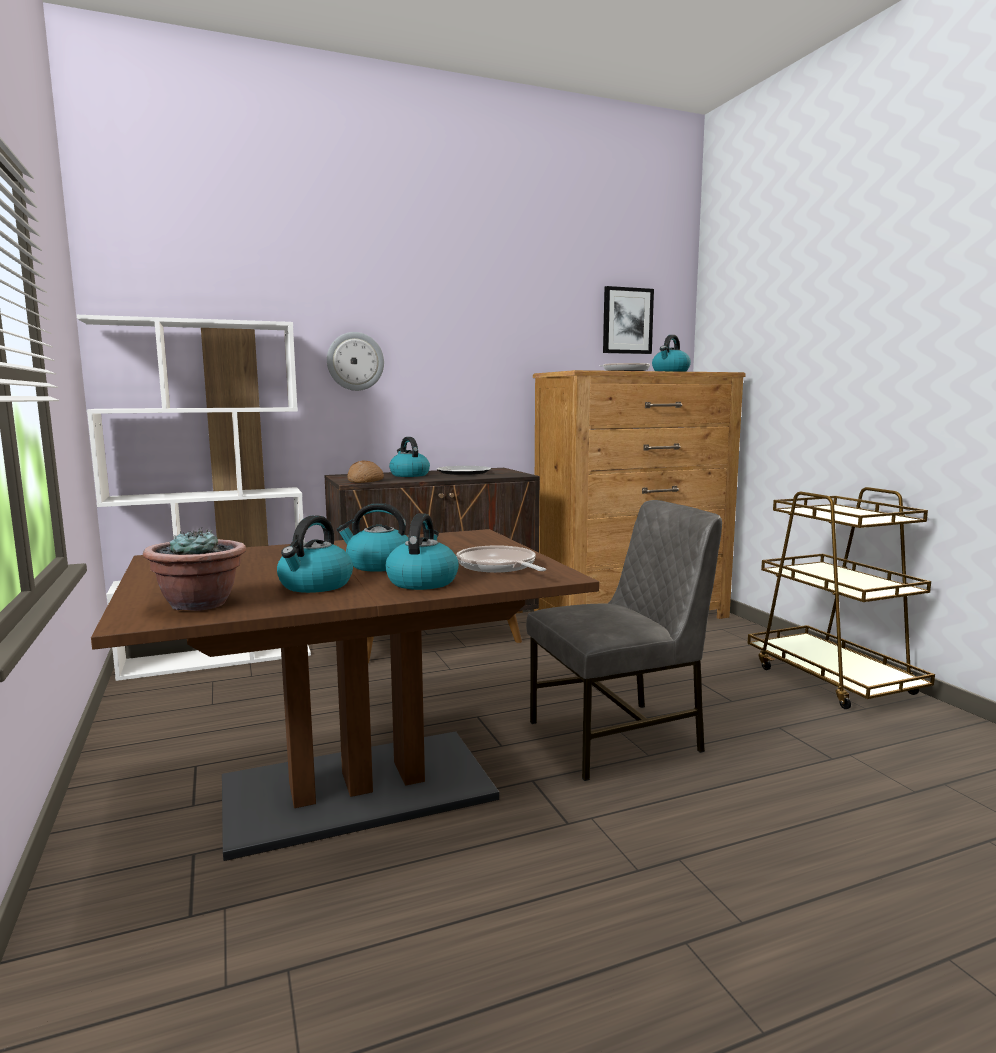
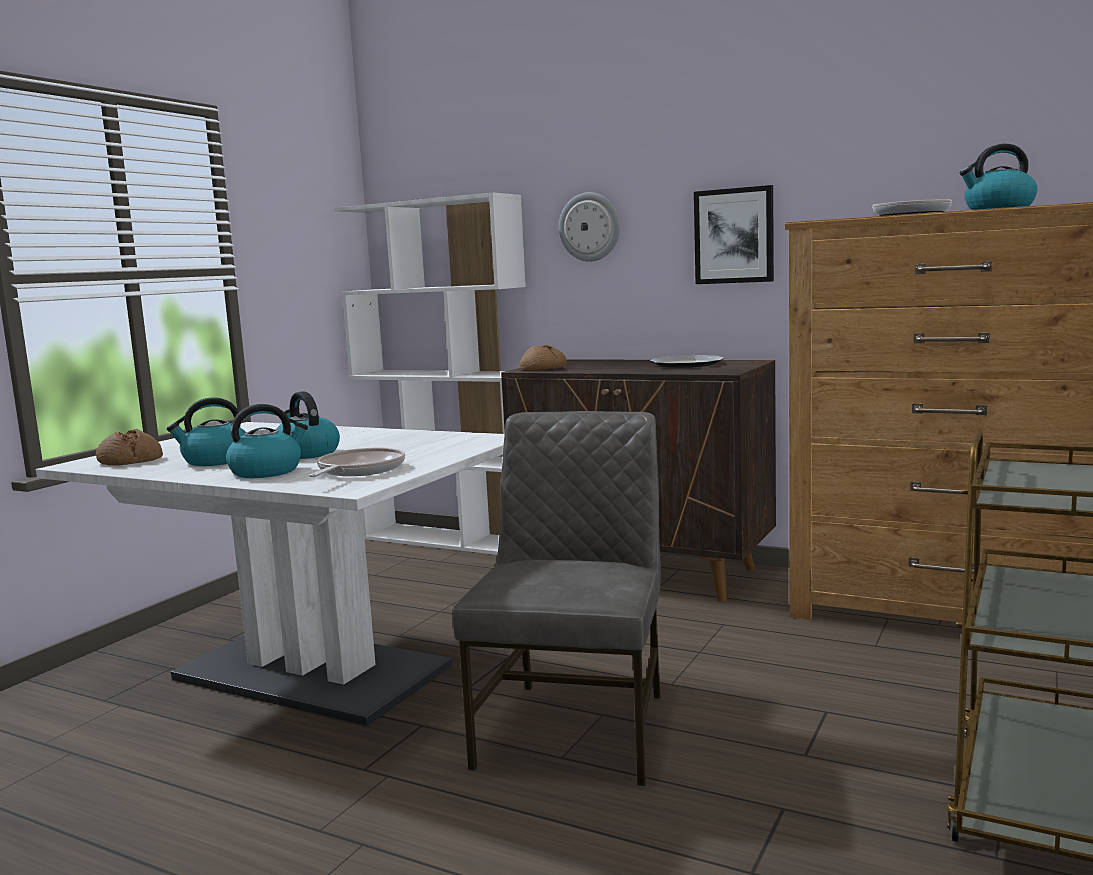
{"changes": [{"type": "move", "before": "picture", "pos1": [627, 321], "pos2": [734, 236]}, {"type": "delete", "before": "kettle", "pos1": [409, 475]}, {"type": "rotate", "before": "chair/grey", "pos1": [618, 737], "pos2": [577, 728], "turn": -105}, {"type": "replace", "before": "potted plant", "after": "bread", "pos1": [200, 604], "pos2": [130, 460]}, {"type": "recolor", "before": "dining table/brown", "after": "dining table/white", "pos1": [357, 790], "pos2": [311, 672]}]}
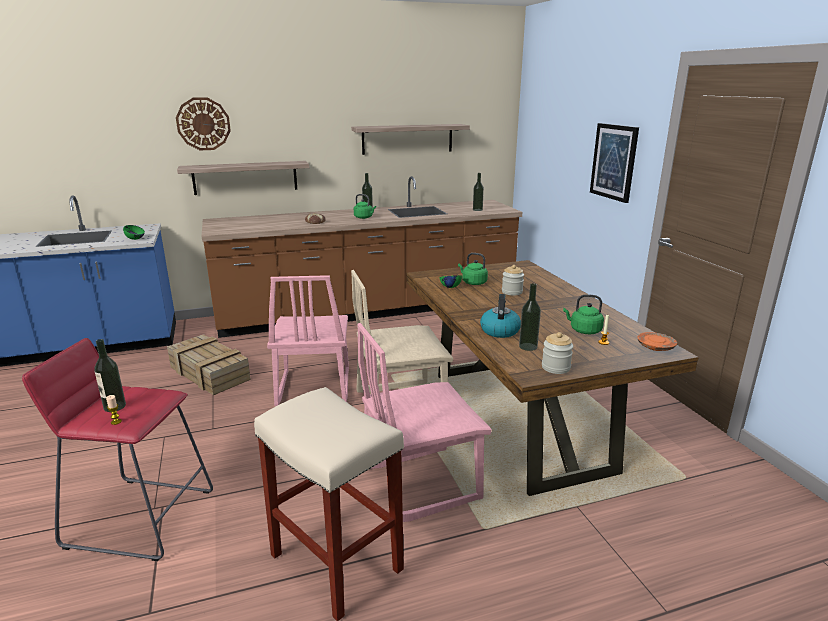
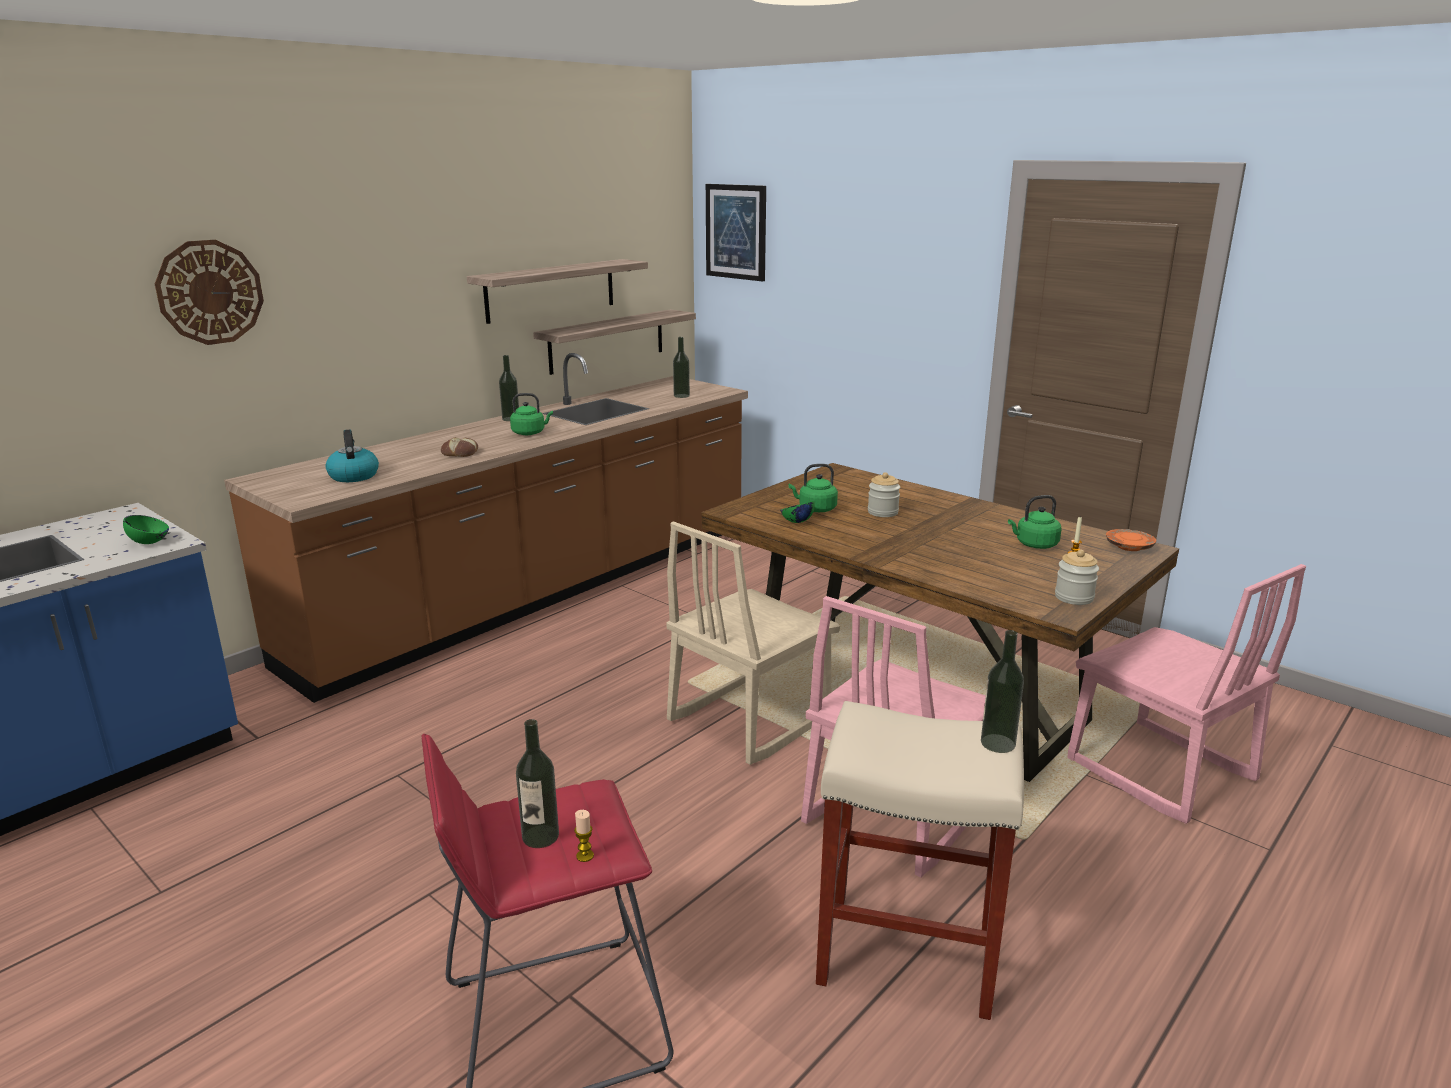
{"changes": [{"type": "move", "before": "picture", "pos1": [614, 162], "pos2": [736, 232]}, {"type": "move", "before": "shelf", "pos1": [245, 177], "pos2": [607, 341]}, {"type": "move", "before": "chair/pink", "pos1": [313, 388], "pos2": [1159, 771]}, {"type": "move", "before": "bottle", "pos1": [528, 346], "pos2": [997, 743]}, {"type": "move", "before": "kettle", "pos1": [499, 330], "pos2": [353, 476]}, {"type": "delete", "before": "crate", "pos1": [208, 373]}]}
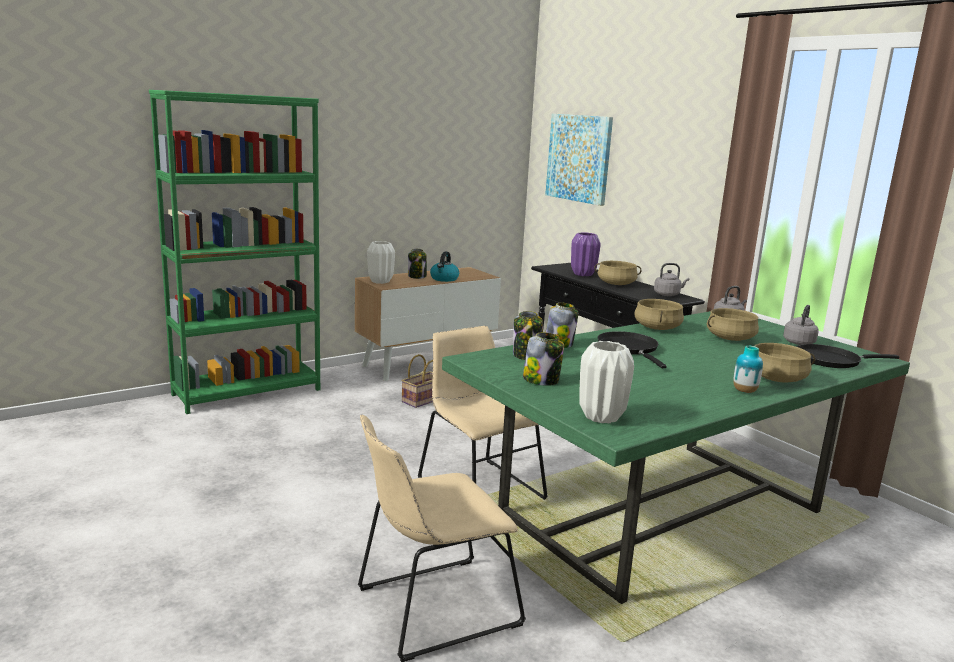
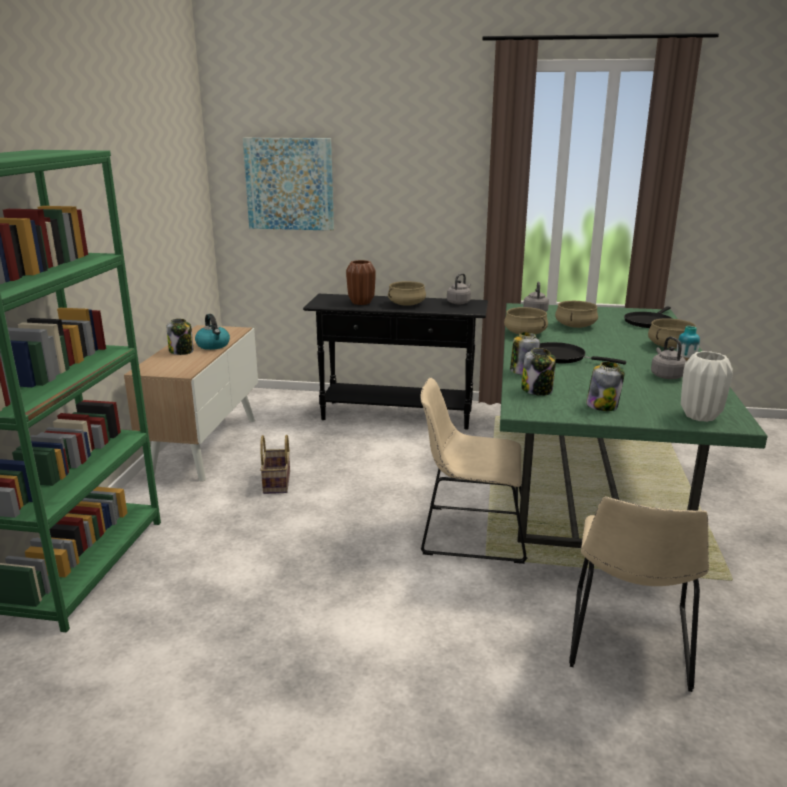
{"changes": [{"type": "recolor", "before": "vase/purple", "after": "vase/brown", "pos1": [582, 274], "pos2": [361, 303]}, {"type": "delete", "before": "vase/white", "pos1": [381, 281]}, {"type": "move", "before": "kettle/grey", "pos1": [799, 342], "pos2": [665, 375]}]}
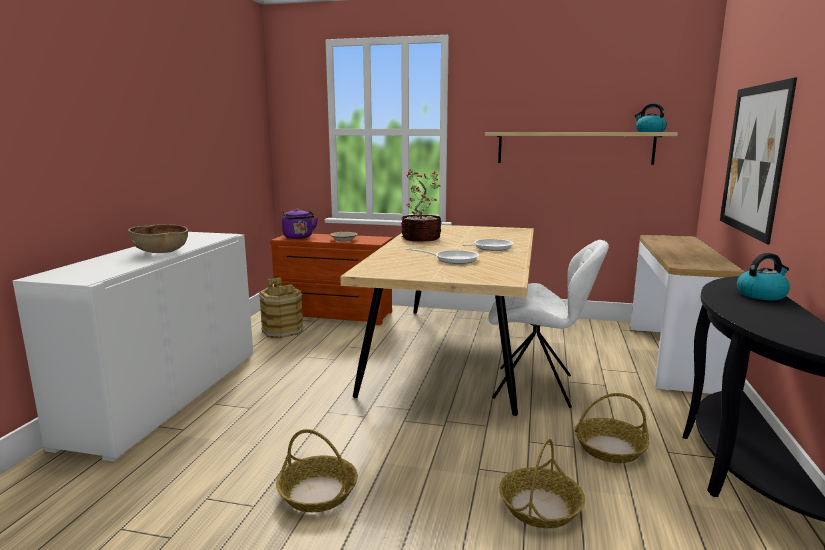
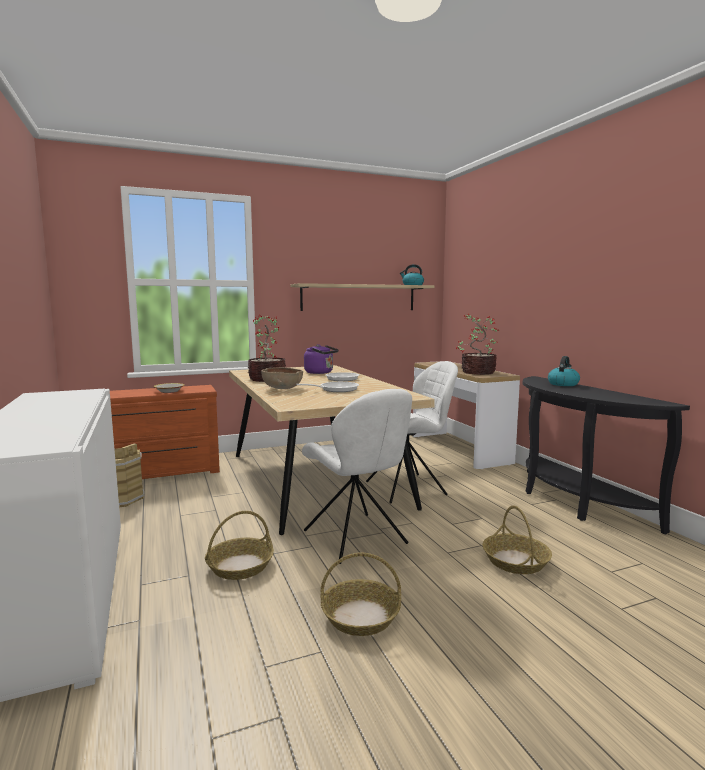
{"changes": [{"type": "delete", "before": "picture", "pos1": [753, 160]}, {"type": "move", "before": "kettle/purple", "pos1": [299, 237], "pos2": [320, 372]}, {"type": "move", "before": "bowl/brown", "pos1": [160, 252], "pos2": [282, 389]}, {"type": "move", "before": "basket", "pos1": [610, 448], "pos2": [240, 566]}, {"type": "insert", "after": "potted plant", "pos2": [477, 372]}, {"type": "insert", "after": "chair/white", "pos2": [356, 539]}]}
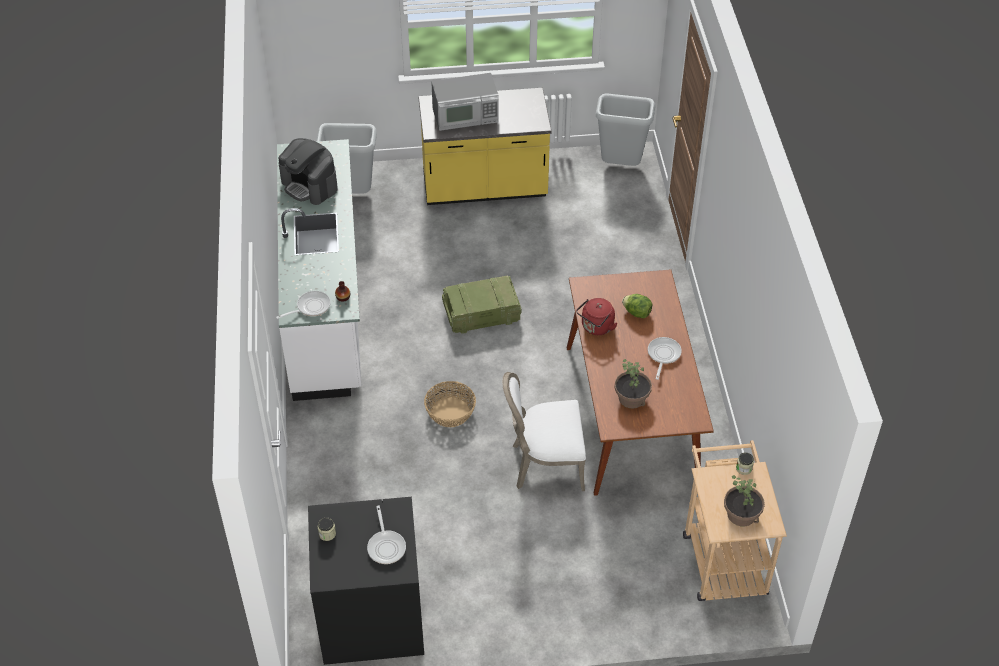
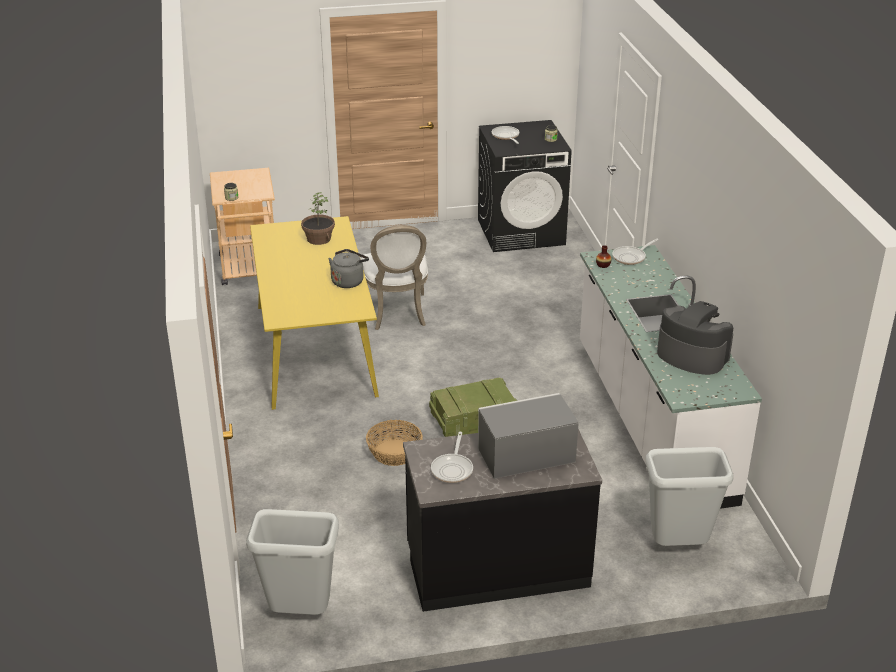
{"changes": [{"type": "recolor", "before": "counter/yellow", "after": "counter/black", "pos1": [484, 188], "pos2": [497, 567]}, {"type": "recolor", "before": "dining table/brown", "after": "dining table/yellow", "pos1": [631, 414], "pos2": [314, 349]}, {"type": "delete", "before": "lettuce", "pos1": [637, 313]}, {"type": "recolor", "before": "kettle/red", "after": "kettle/grey", "pos1": [596, 327], "pos2": [348, 281]}, {"type": "move", "before": "frying pan", "pos1": [663, 355], "pos2": [453, 469]}, {"type": "rotate", "before": "chair/white", "pos1": [544, 464], "pos2": [397, 313], "turn": 90}, {"type": "move", "before": "basket", "pos1": [450, 412], "pos2": [394, 452]}, {"type": "delete", "before": "potted plant", "pos1": [741, 514]}]}
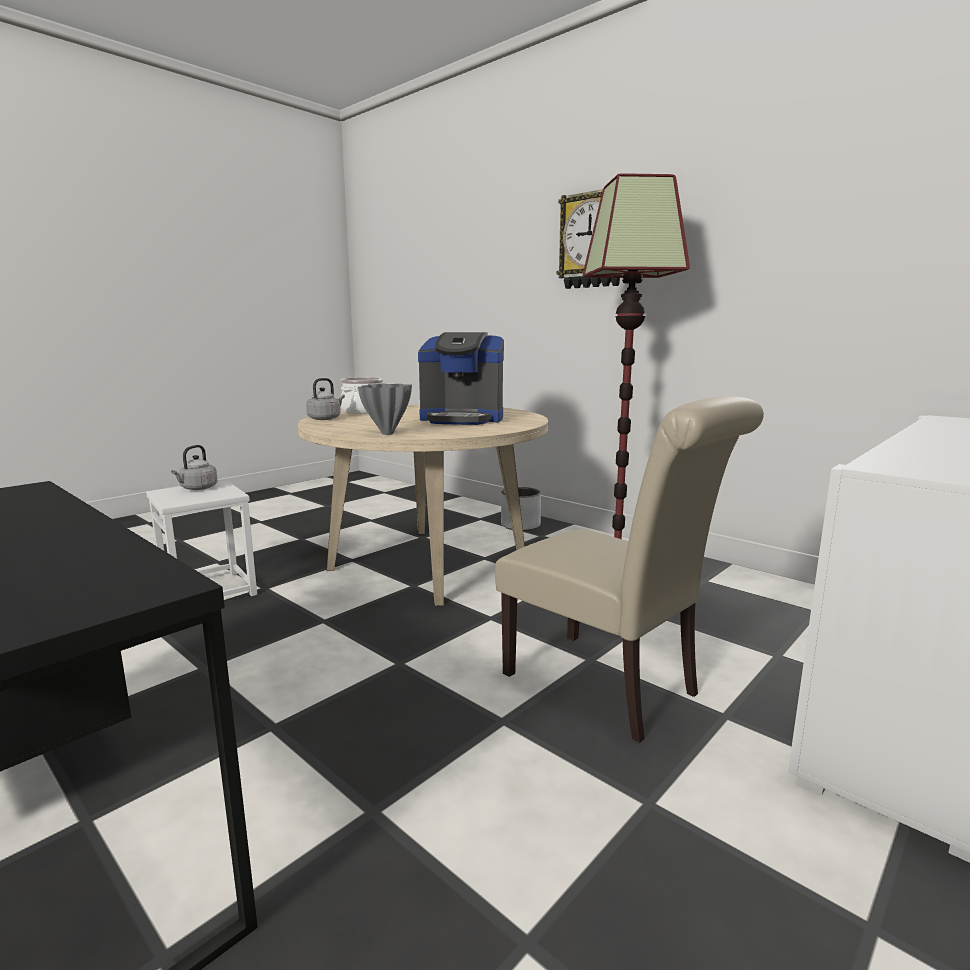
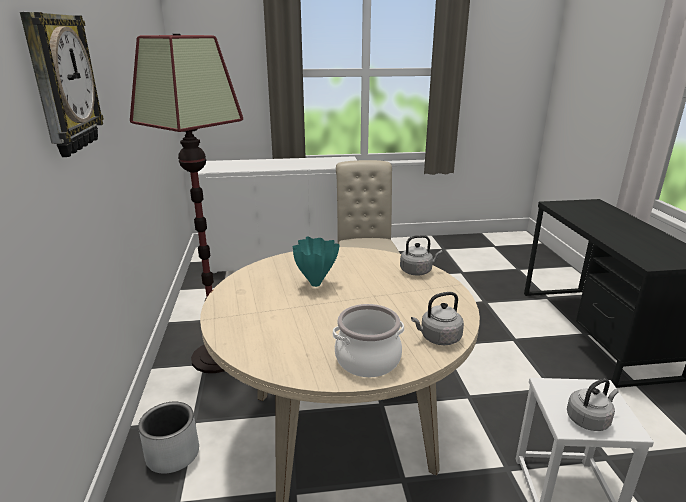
{"changes": [{"type": "replace", "before": "coffee machine", "after": "vase/turquoise", "pos1": [462, 419], "pos2": [315, 284]}, {"type": "replace", "before": "vase/grey", "after": "kettle/grey", "pos1": [388, 433], "pos2": [417, 271]}]}
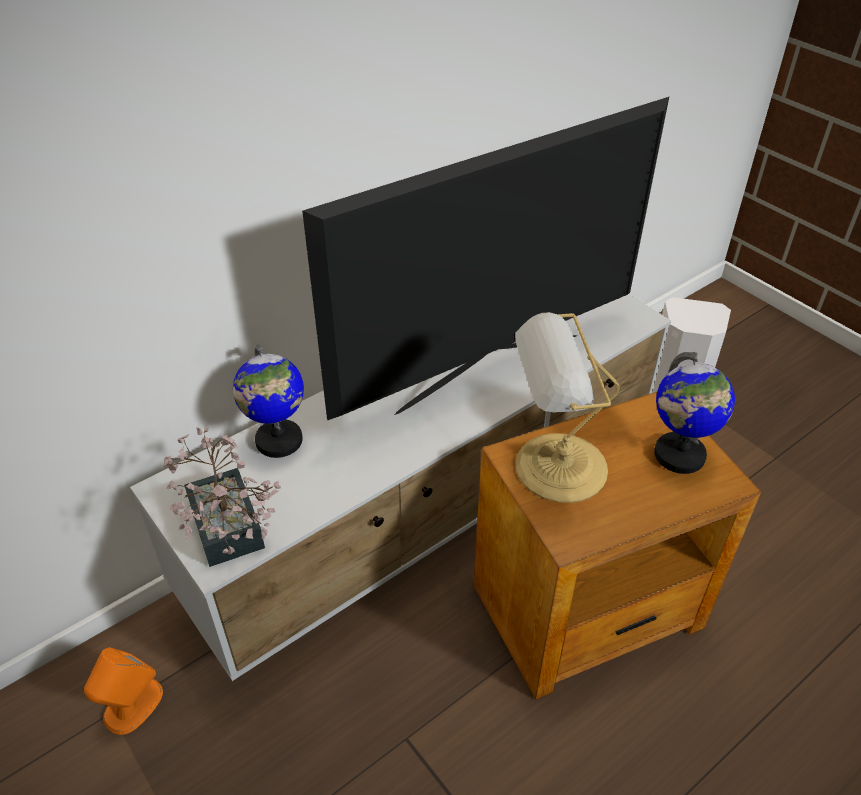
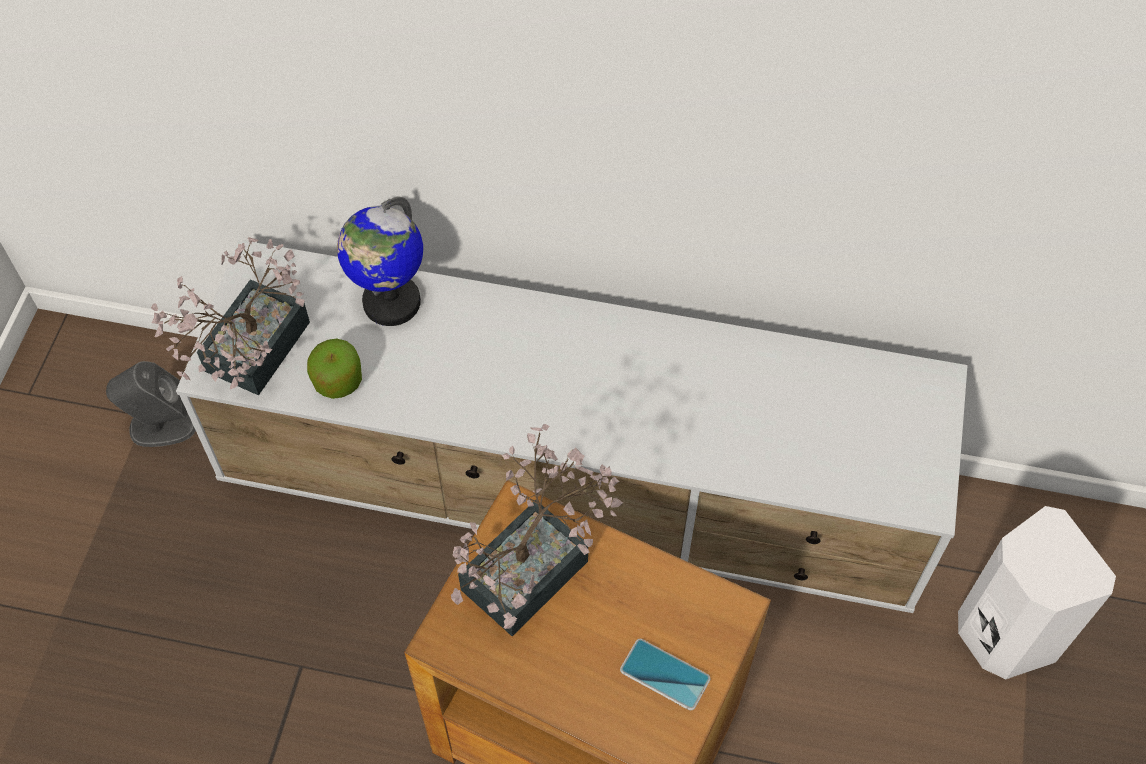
{"changes": [{"type": "delete", "before": "television", "pos1": [488, 371]}, {"type": "replace", "before": "table lamp", "after": "potted plant", "pos1": [556, 468], "pos2": [536, 566]}, {"type": "replace", "before": "globe", "after": "phone", "pos1": [679, 455], "pos2": [665, 674]}, {"type": "recolor", "before": "speaker/orange", "after": "speaker/grey", "pos1": [132, 706], "pos2": [162, 425]}, {"type": "insert", "after": "apple", "pos2": [338, 381]}]}
